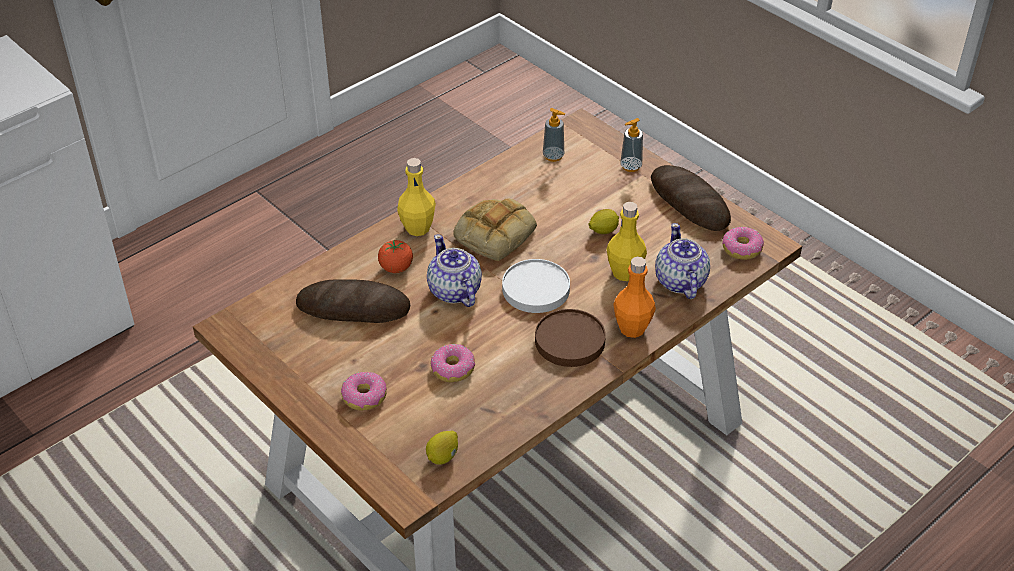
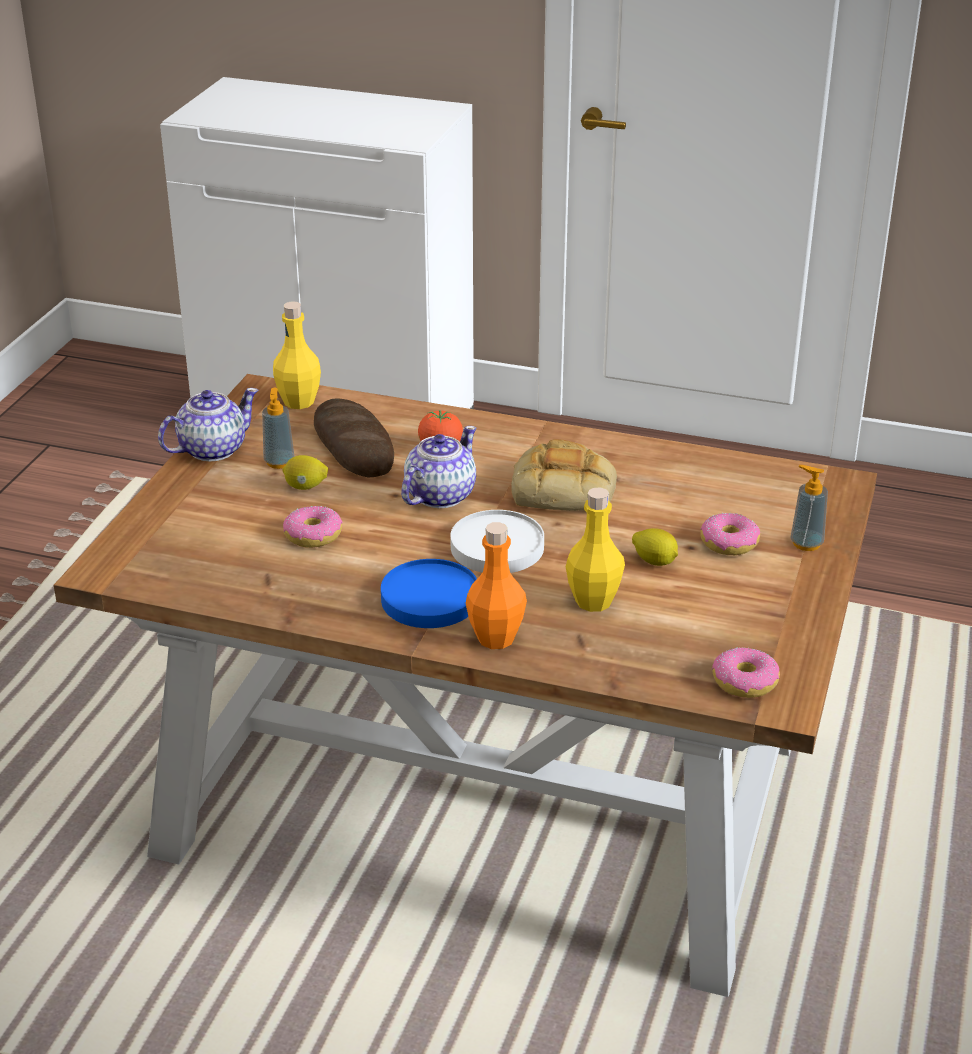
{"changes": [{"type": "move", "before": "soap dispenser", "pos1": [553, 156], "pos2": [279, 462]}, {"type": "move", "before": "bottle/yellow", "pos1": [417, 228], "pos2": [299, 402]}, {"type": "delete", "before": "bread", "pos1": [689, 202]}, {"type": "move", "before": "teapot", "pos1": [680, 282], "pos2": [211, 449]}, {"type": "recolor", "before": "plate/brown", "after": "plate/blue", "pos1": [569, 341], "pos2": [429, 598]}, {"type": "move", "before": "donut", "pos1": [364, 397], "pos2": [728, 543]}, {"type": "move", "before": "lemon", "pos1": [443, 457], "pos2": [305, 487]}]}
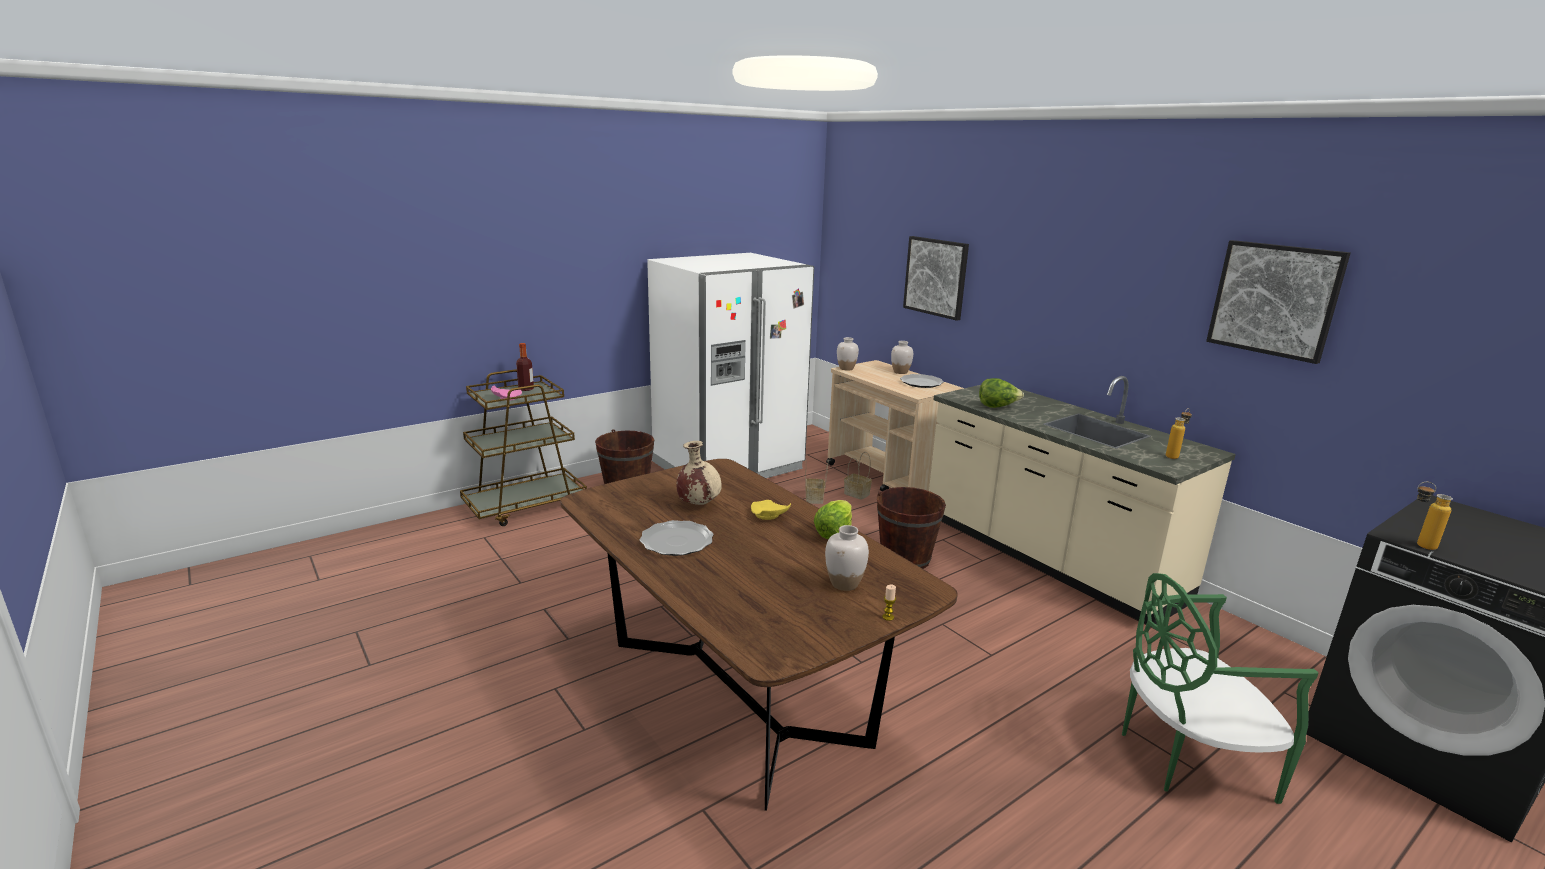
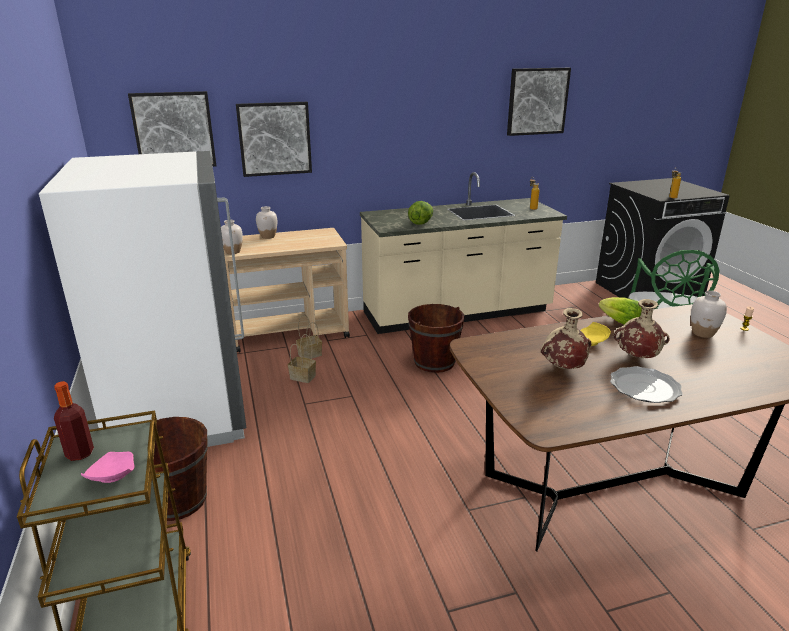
{"changes": [{"type": "delete", "before": "plate", "pos1": [921, 383]}, {"type": "insert", "after": "picture", "pos2": [174, 130]}, {"type": "insert", "after": "vase/beige", "pos2": [636, 357]}]}
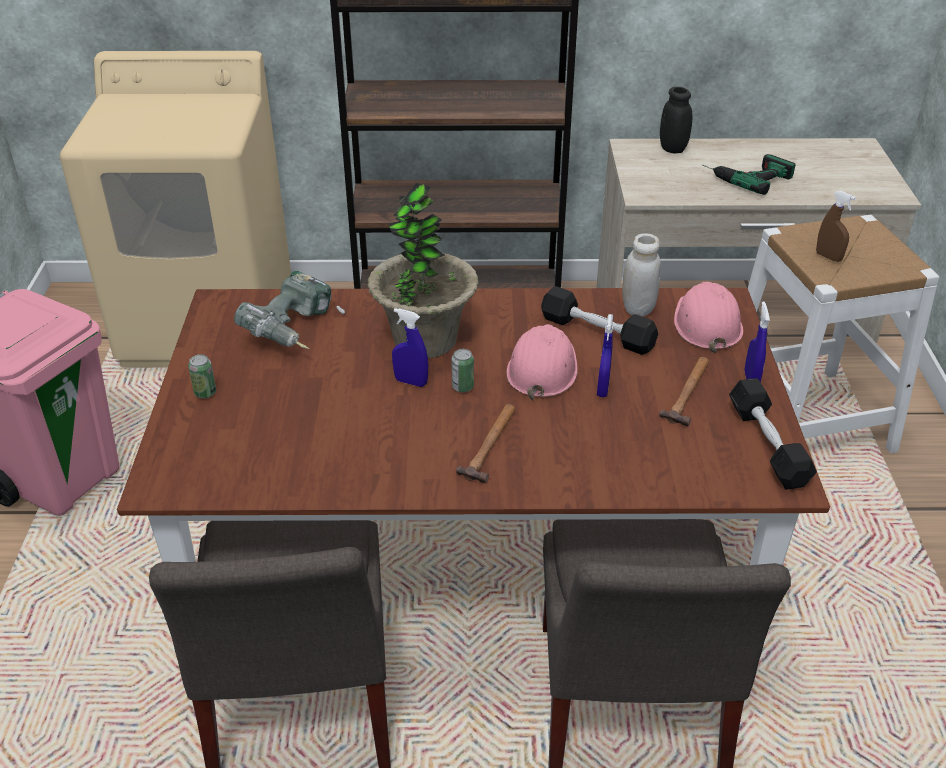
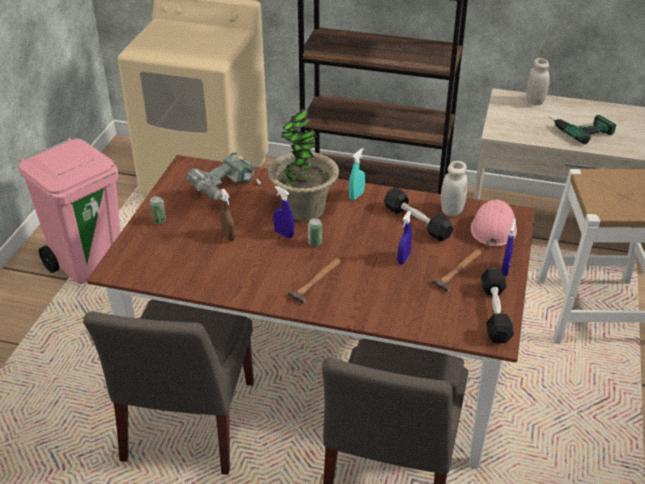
{"changes": [{"type": "recolor", "before": "jar/black", "after": "jar/white", "pos1": [673, 148], "pos2": [535, 101]}, {"type": "move", "before": "spray bottle/brown", "pos1": [828, 257], "pos2": [228, 236]}, {"type": "delete", "before": "hard hat/pink", "pos1": [542, 369]}, {"type": "insert", "after": "spray bottle/turquoise", "pos2": [356, 195]}]}
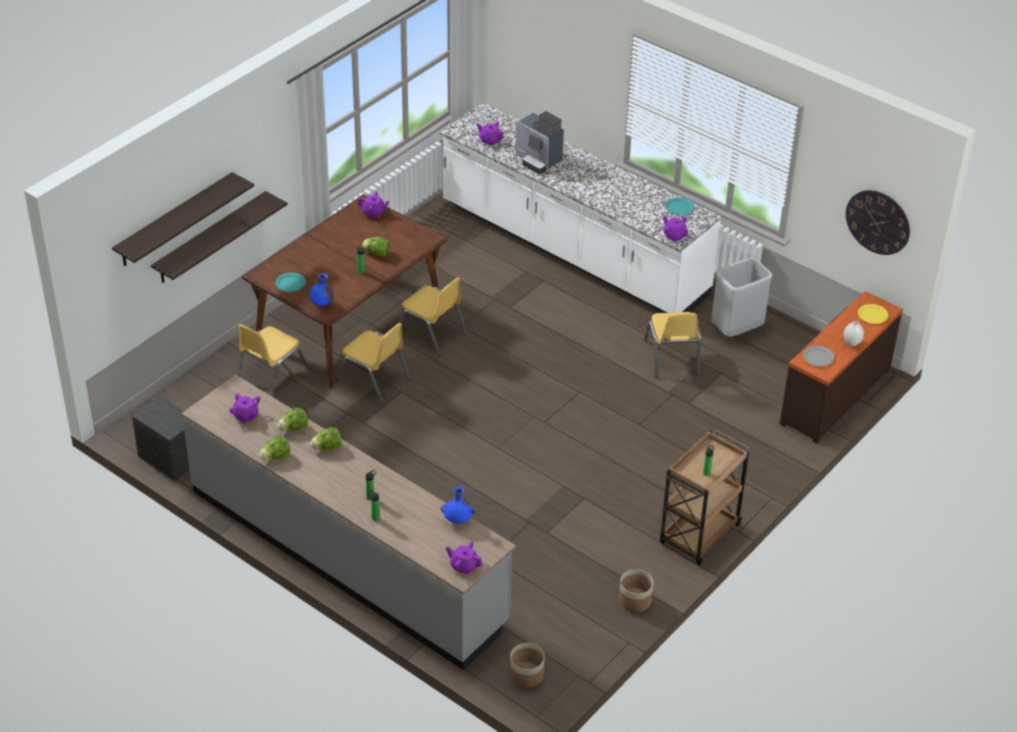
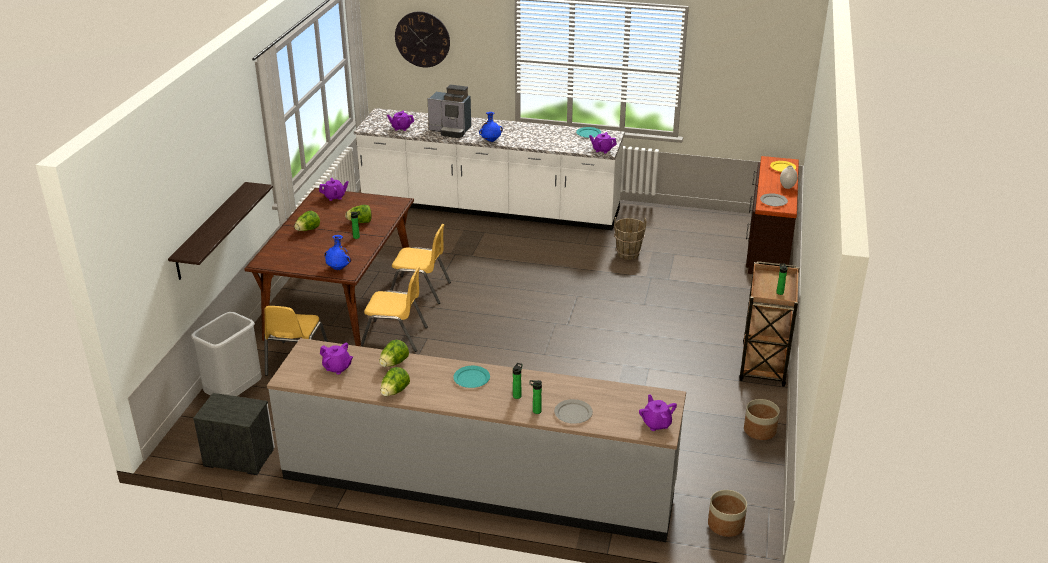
{"changes": [{"type": "delete", "before": "shelf", "pos1": [174, 220]}, {"type": "move", "before": "wall clock", "pos1": [878, 222], "pos2": [422, 39]}, {"type": "move", "before": "trash can/grey", "pos1": [736, 330], "pos2": [234, 394]}, {"type": "move", "before": "plate/turquoise", "pos1": [290, 283], "pos2": [472, 378]}, {"type": "replace", "before": "chair/yellow", "after": "bucket/brown", "pos1": [672, 357], "pos2": [628, 254]}, {"type": "move", "before": "lettuce", "pos1": [327, 447], "pos2": [308, 230]}, {"type": "move", "before": "vase/blue", "pos1": [458, 520], "pos2": [491, 141]}, {"type": "rotate", "before": "teapot/purple", "pos1": [464, 566], "pos2": [656, 423], "turn": 75}, {"type": "insert", "after": "plate/grey", "pos2": [573, 413]}]}
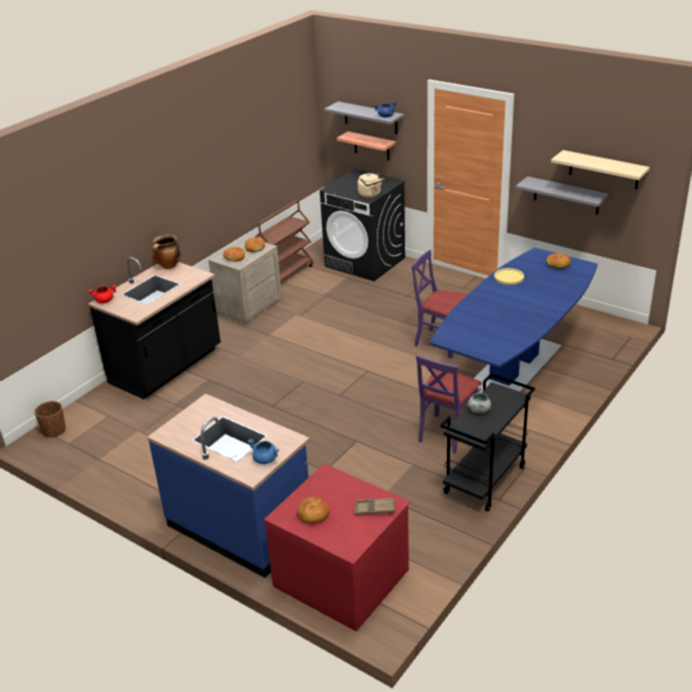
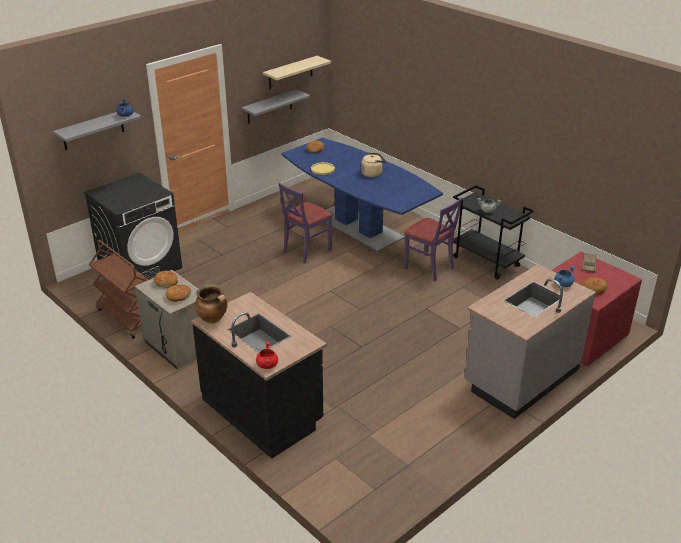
{"changes": [{"type": "delete", "before": "shelf", "pos1": [371, 146]}, {"type": "move", "before": "kettle/beige", "pos1": [370, 195], "pos2": [372, 173]}, {"type": "recolor", "before": "counter/blue", "after": "counter/grey", "pos1": [240, 526], "pos2": [520, 377]}, {"type": "delete", "before": "planter/brown", "pos1": [54, 430]}]}
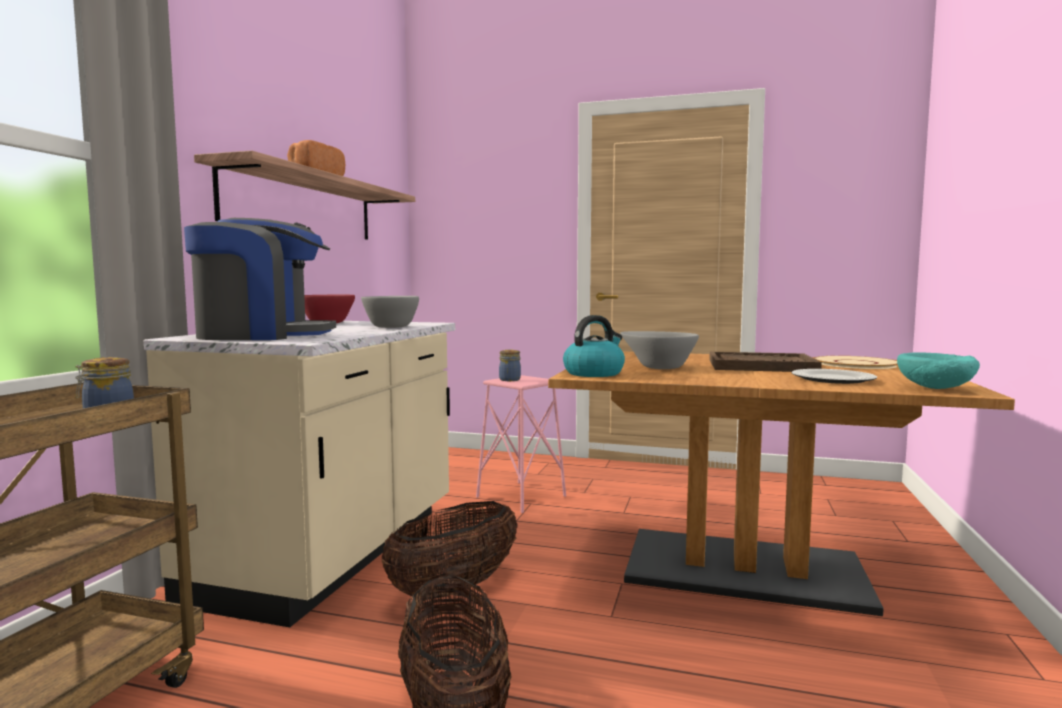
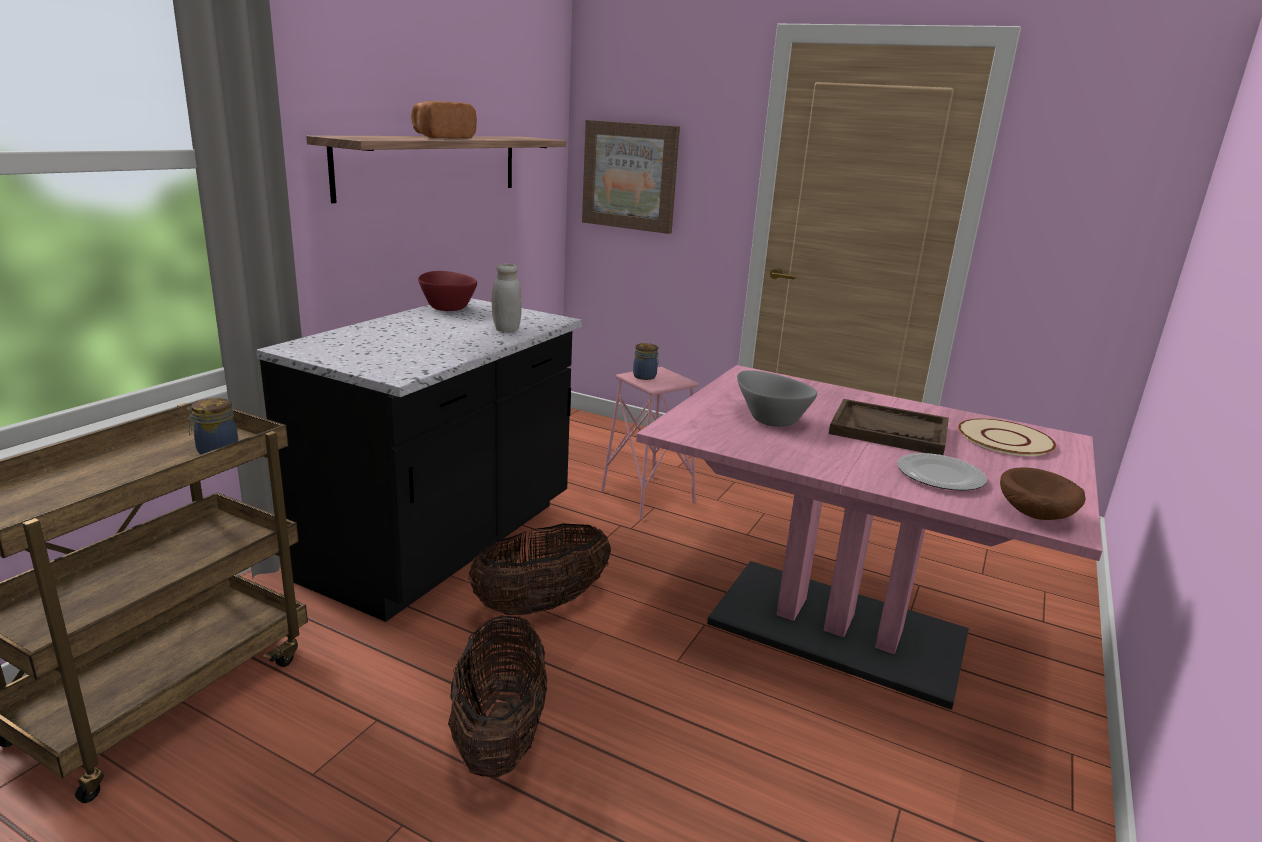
{"changes": [{"type": "delete", "before": "coffee machine", "pos1": [263, 335]}, {"type": "replace", "before": "bowl/grey", "after": "jar/white", "pos1": [391, 326], "pos2": [506, 329]}, {"type": "delete", "before": "kettle", "pos1": [594, 373]}, {"type": "recolor", "before": "counter/beige", "after": "counter/black", "pos1": [333, 553], "pos2": [443, 543]}, {"type": "recolor", "before": "dining table/brown", "after": "dining table/pink", "pos1": [744, 570], "pos2": [837, 629]}, {"type": "recolor", "before": "bowl/turquoise", "after": "bowl/brown", "pos1": [935, 389], "pos2": [1033, 516]}, {"type": "insert", "after": "picture", "pos2": [630, 176]}]}
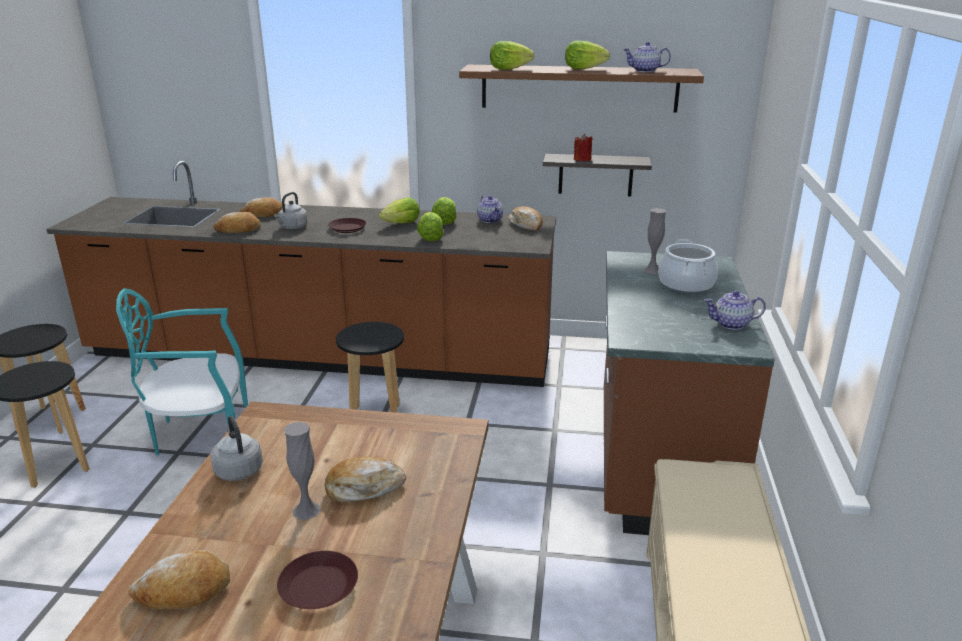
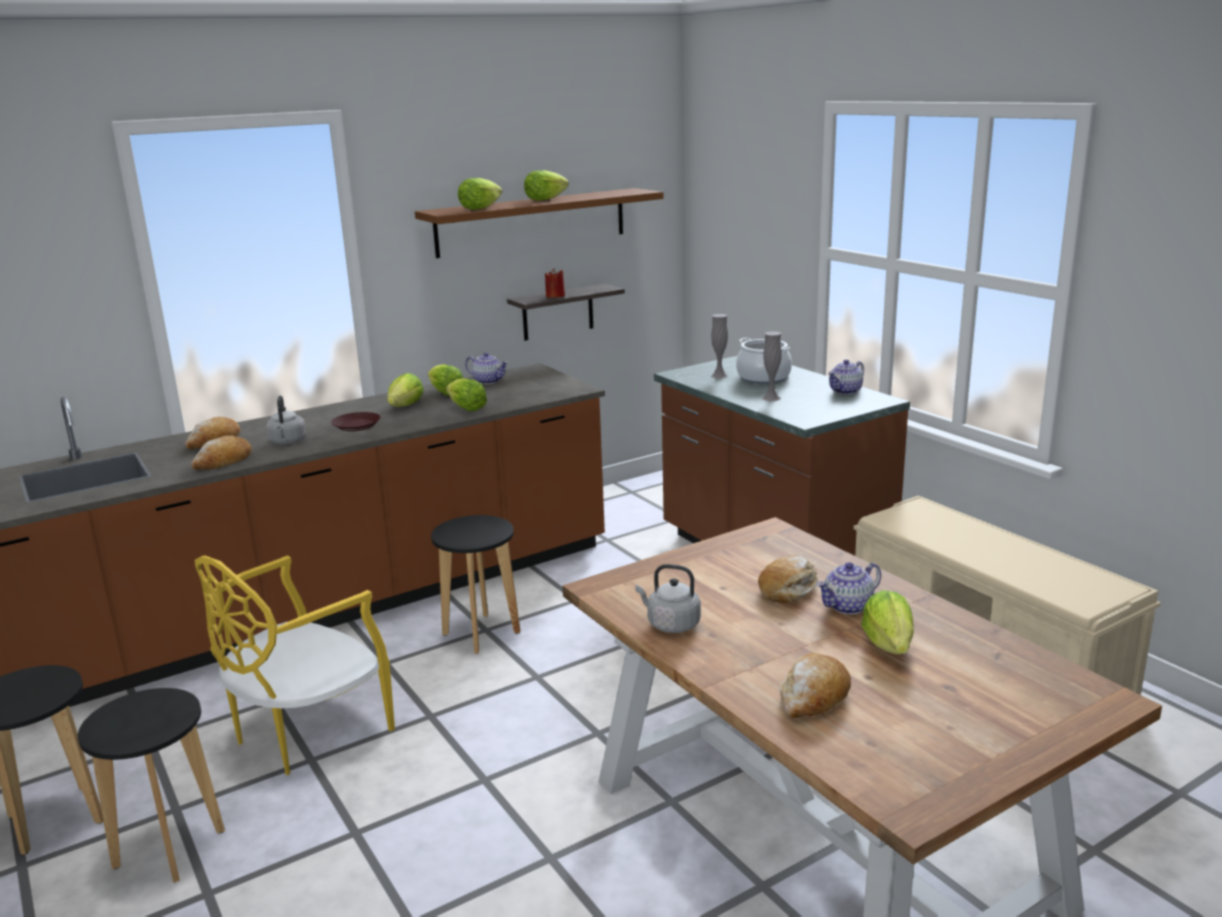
{"changes": [{"type": "move", "before": "teapot", "pos1": [645, 71], "pos2": [848, 606]}, {"type": "delete", "before": "bread", "pos1": [526, 225]}, {"type": "recolor", "before": "chair/turquoise", "after": "chair/yellow", "pos1": [201, 433], "pos2": [306, 732]}, {"type": "move", "before": "vase/grey", "pos1": [306, 510], "pos2": [771, 398]}, {"type": "replace", "before": "plate/brown", "after": "lettuce", "pos1": [319, 586], "pos2": [889, 645]}]}
